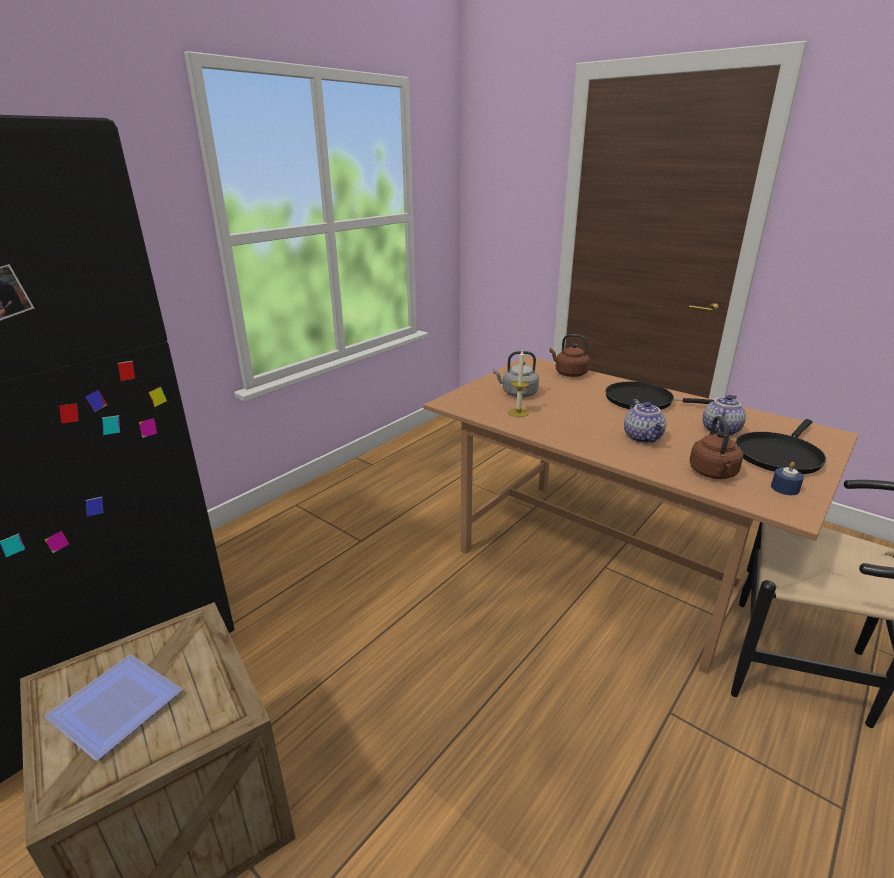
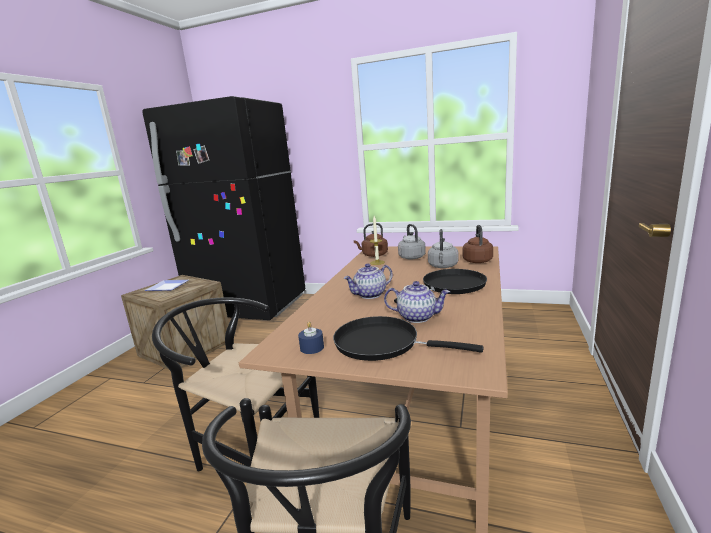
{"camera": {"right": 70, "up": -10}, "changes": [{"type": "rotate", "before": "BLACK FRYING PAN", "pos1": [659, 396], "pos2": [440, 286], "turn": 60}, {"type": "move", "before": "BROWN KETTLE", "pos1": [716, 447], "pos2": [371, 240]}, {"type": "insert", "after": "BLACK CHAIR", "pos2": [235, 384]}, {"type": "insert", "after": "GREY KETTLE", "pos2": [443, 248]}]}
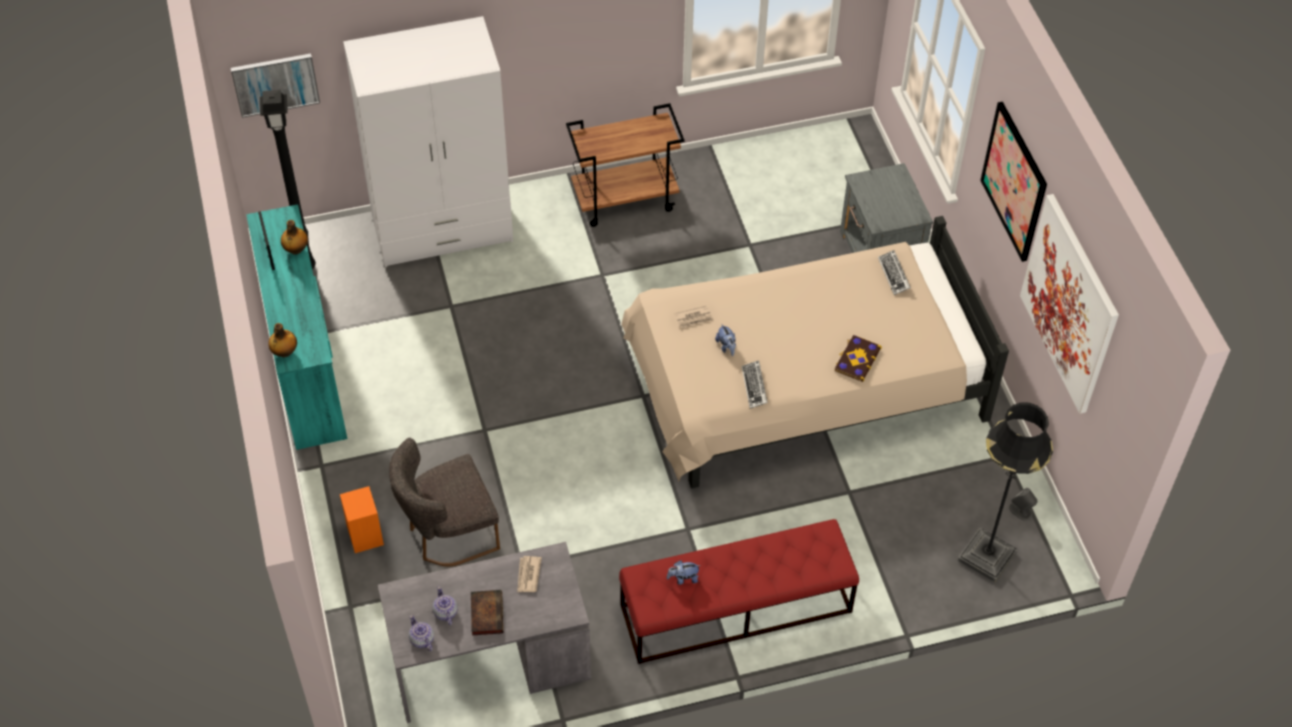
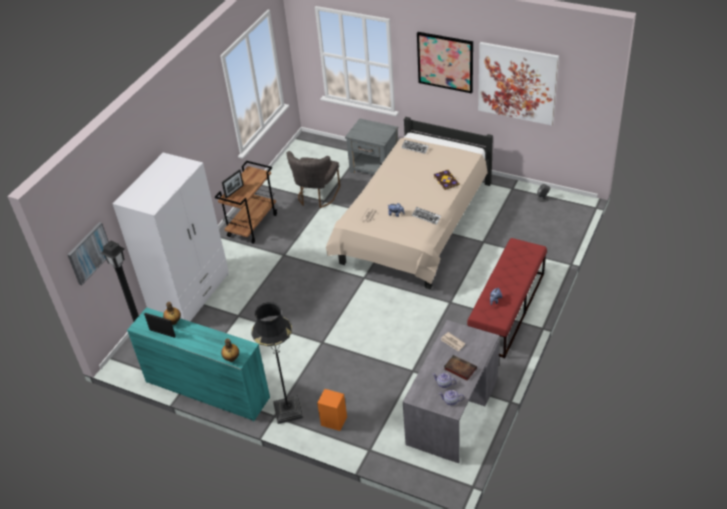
{"camera": {"right": -45, "up": -10}, "changes": [{"type": "move", "before": "GREY CHAIR", "pos1": [444, 502], "pos2": [313, 179]}, {"type": "move", "before": "BLACK FLOOR LAMP", "pos1": [1005, 492], "pos2": [277, 363]}, {"type": "insert", "after": "PICTURE FRAME", "pos2": [233, 183]}]}
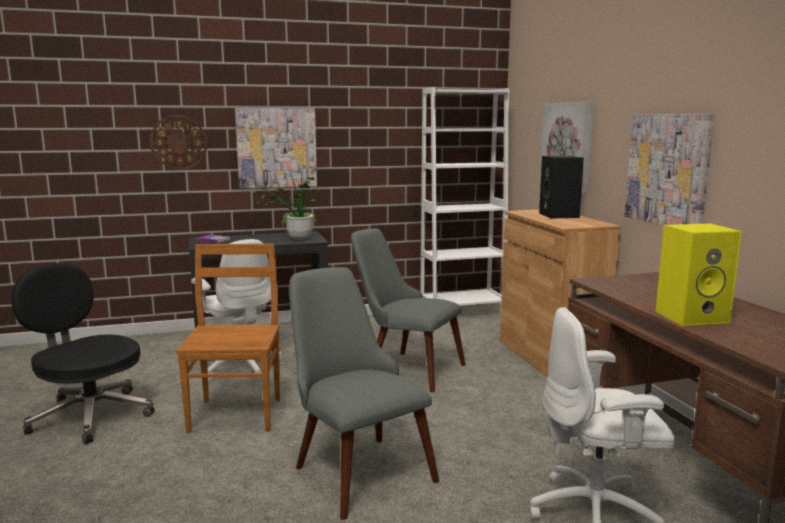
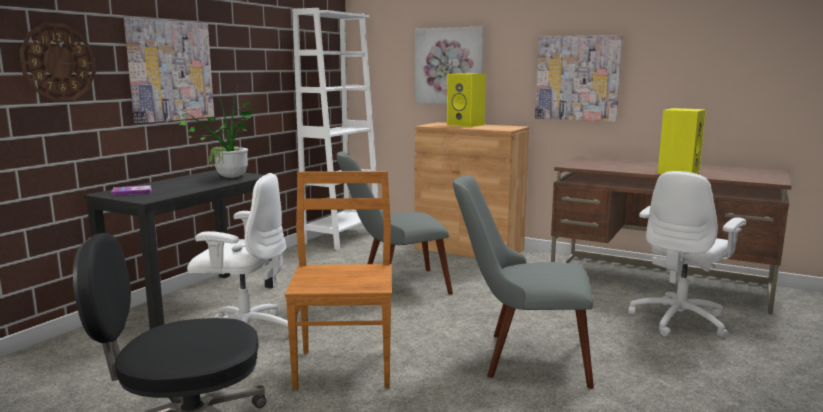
{"camera": {"right": -45, "up": 0}, "changes": [{"type": "rotate", "before": "BROWN CHAIR", "pos1": [228, 338], "pos2": [338, 280], "turn": 45}, {"type": "recolor", "before": "BLACK SPEAKER", "after": "YELLOW SPEAKER", "pos1": [561, 187], "pos2": [466, 100]}]}
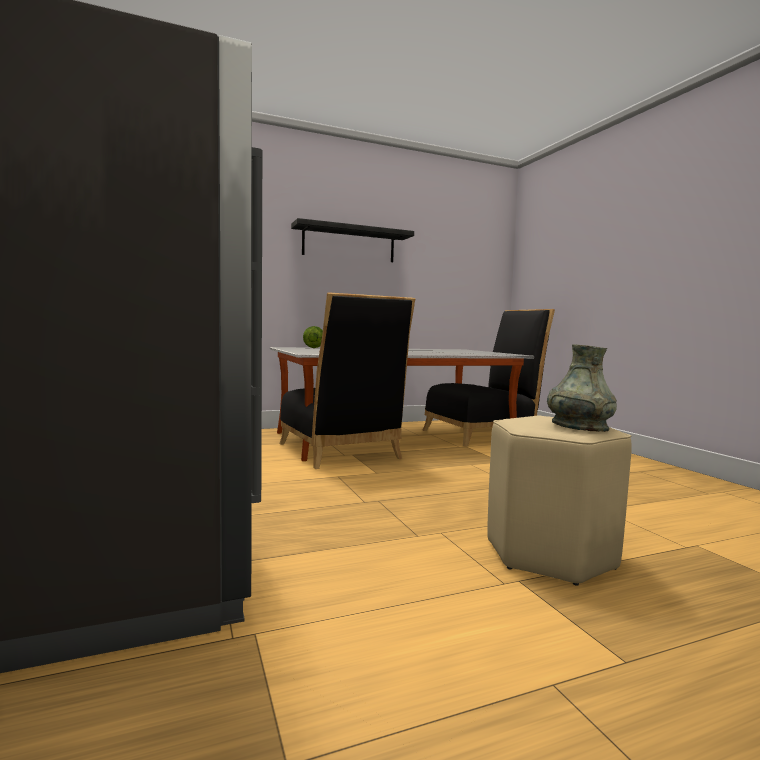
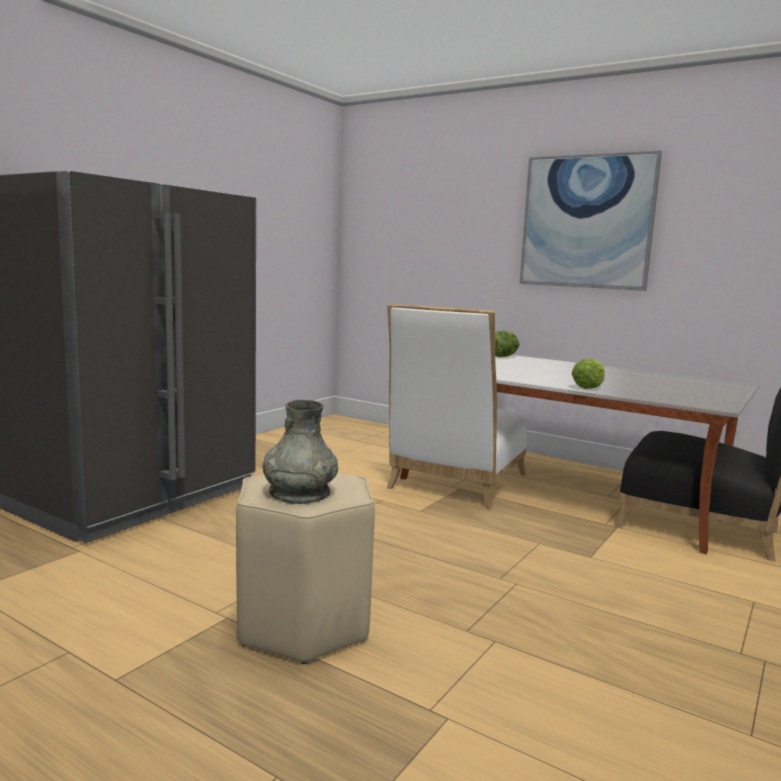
{"camera": {"right": 55, "up": 5}, "changes": [{"type": "recolor", "before": "BLACK CHAIR", "after": "WHITE CHAIR", "pos1": [347, 380], "pos2": [456, 407]}, {"type": "replace", "before": "BLACK SHELF", "after": "PICTURE", "pos1": [352, 240], "pos2": [591, 221]}, {"type": "insert", "after": "LETTUCE", "pos2": [588, 374]}]}
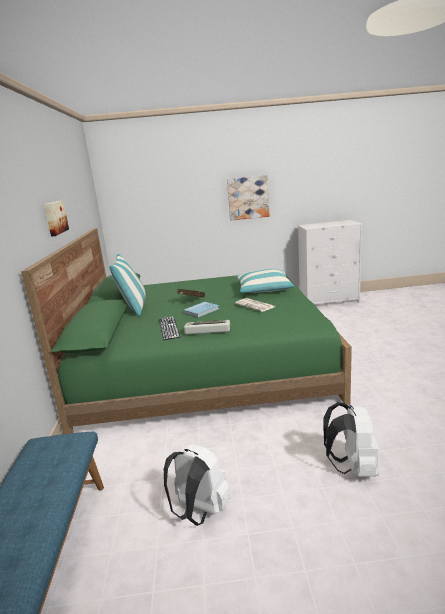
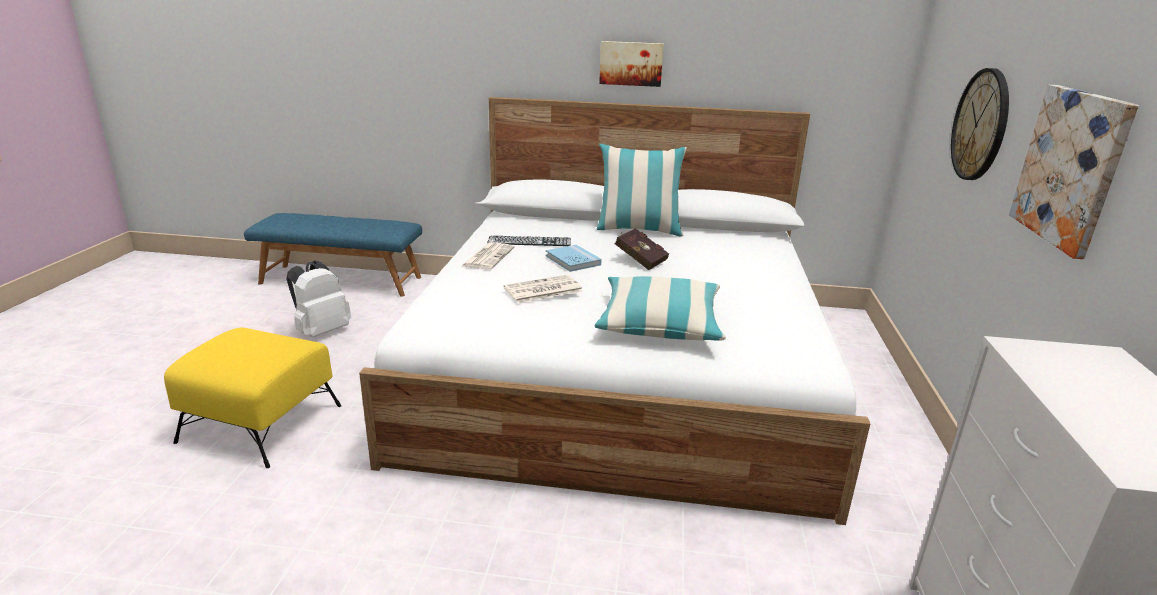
{"camera": {"right": 100, "up": 5}, "changes": [{"type": "recolor", "before": "GREEN BED", "after": "WHITE BED", "pos1": [186, 331], "pos2": [614, 311]}, {"type": "replace", "before": "KEYBOARD", "after": "NEWSPAPER", "pos1": [207, 327], "pos2": [488, 255]}, {"type": "replace", "before": "WHITE BACKPACK", "after": "YELLOW OTTOMAN", "pos1": [351, 439], "pos2": [252, 398]}, {"type": "insert", "after": "WALL CLOCK", "pos2": [980, 124]}]}
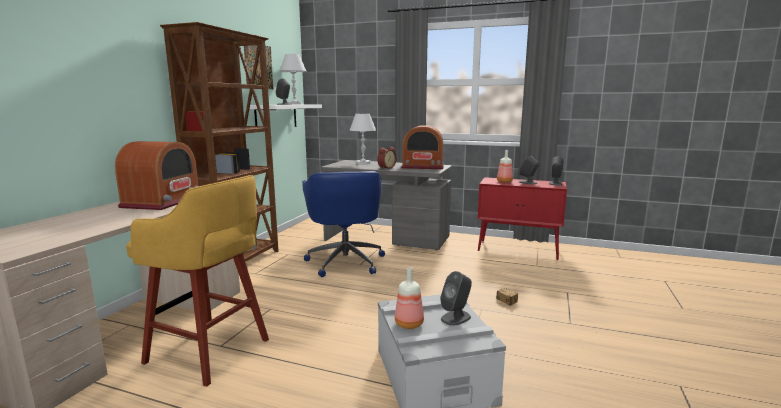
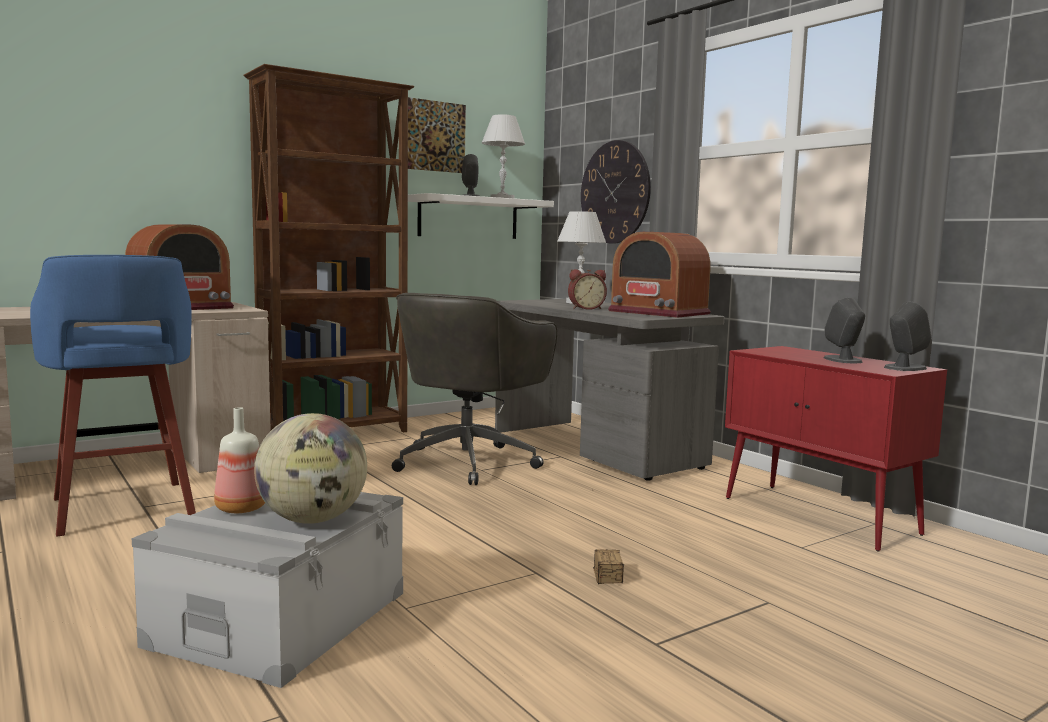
{"camera": {"right": 35, "up": -5}, "changes": [{"type": "recolor", "before": "YELLOW STOOL", "after": "BLUE STOOL", "pos1": [197, 281], "pos2": [113, 396]}, {"type": "recolor", "before": "BLUE OFFICE CHAIR", "after": "GREY OFFICE CHAIR", "pos1": [343, 224], "pos2": [474, 389]}, {"type": "replace", "before": "GREY SPEAKER", "after": "GLOBE", "pos1": [456, 298], "pos2": [310, 468]}, {"type": "delete", "before": "BOTTLE", "pos1": [505, 166]}, {"type": "insert", "after": "WALL CLOCK", "pos2": [616, 192]}]}
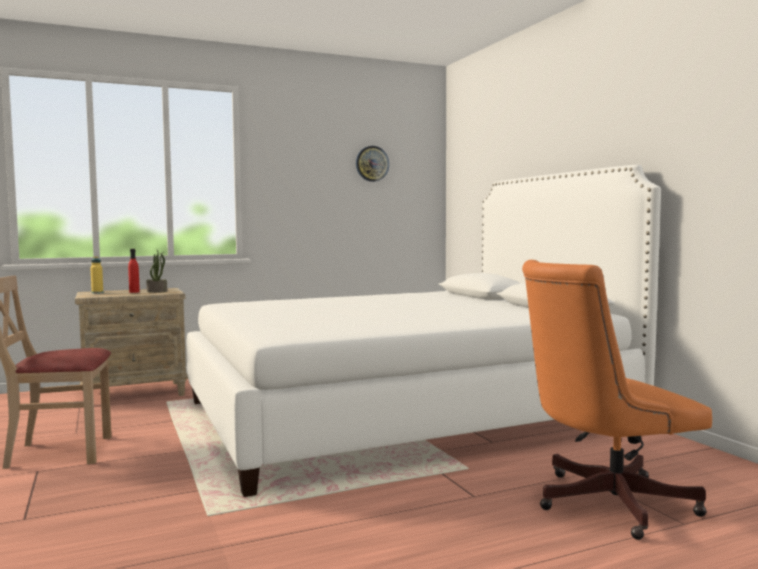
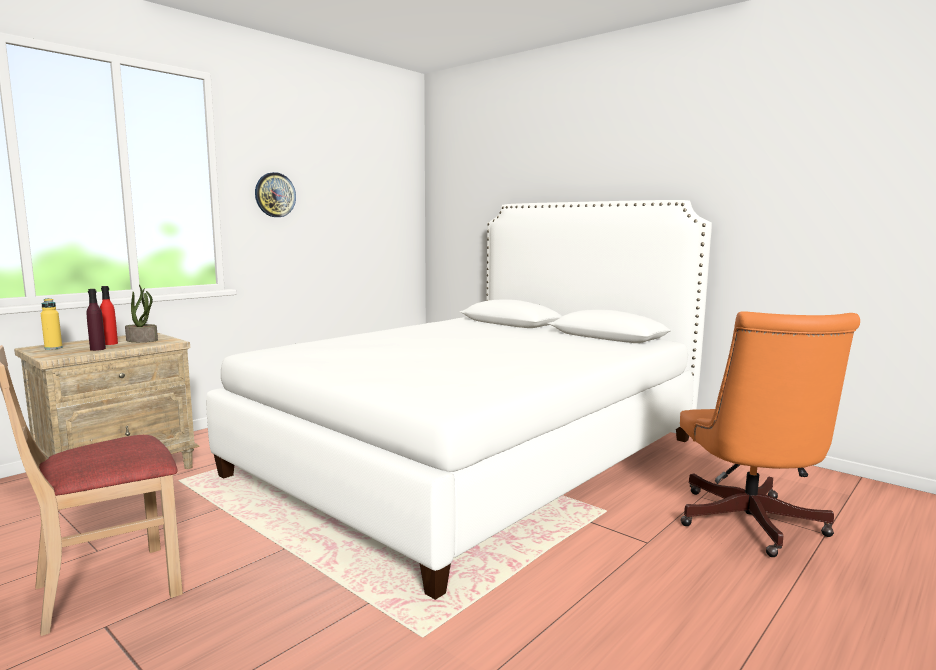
{"camera": {"right": -25, "up": 5}, "changes": [{"type": "move", "before": "WALL CLOCK", "pos1": [372, 164], "pos2": [275, 194]}, {"type": "rotate", "before": "ORANGE OFFICE CHAIR", "pos1": [617, 400], "pos2": [770, 434], "turn": -45}, {"type": "insert", "after": "PURPLE BOTTLE", "pos2": [96, 320]}]}
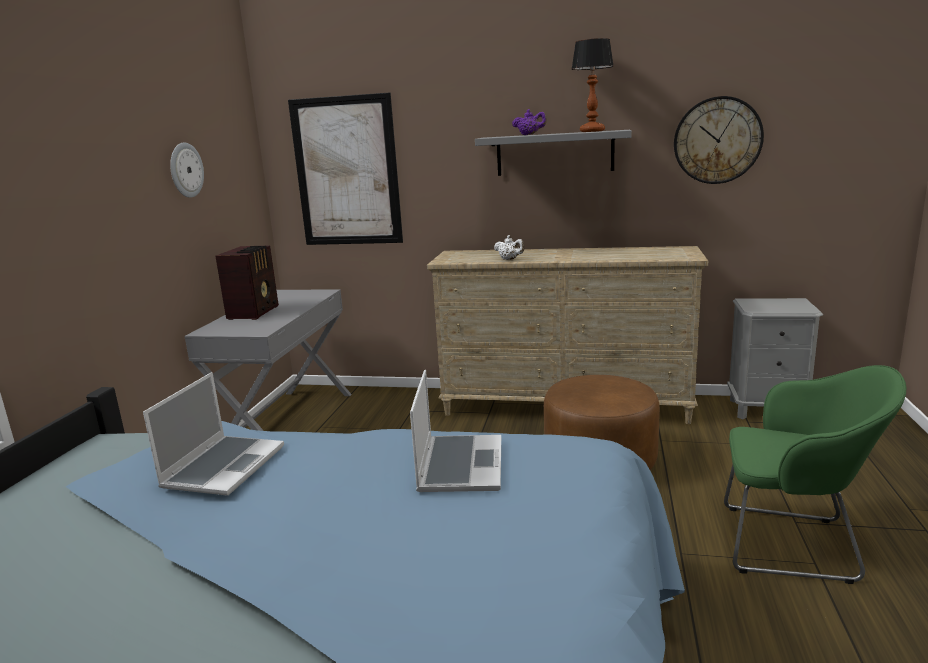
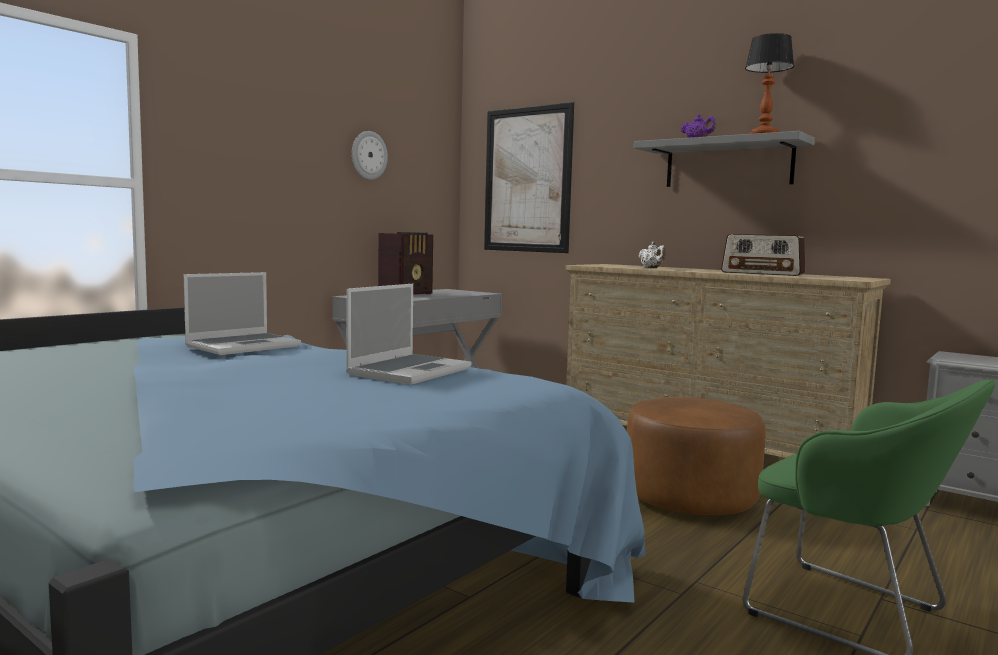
{"camera": {"right": 25, "up": -10}, "changes": [{"type": "delete", "before": "WALL CLOCK", "pos1": [719, 140]}, {"type": "insert", "after": "RADIO", "pos2": [763, 255]}]}
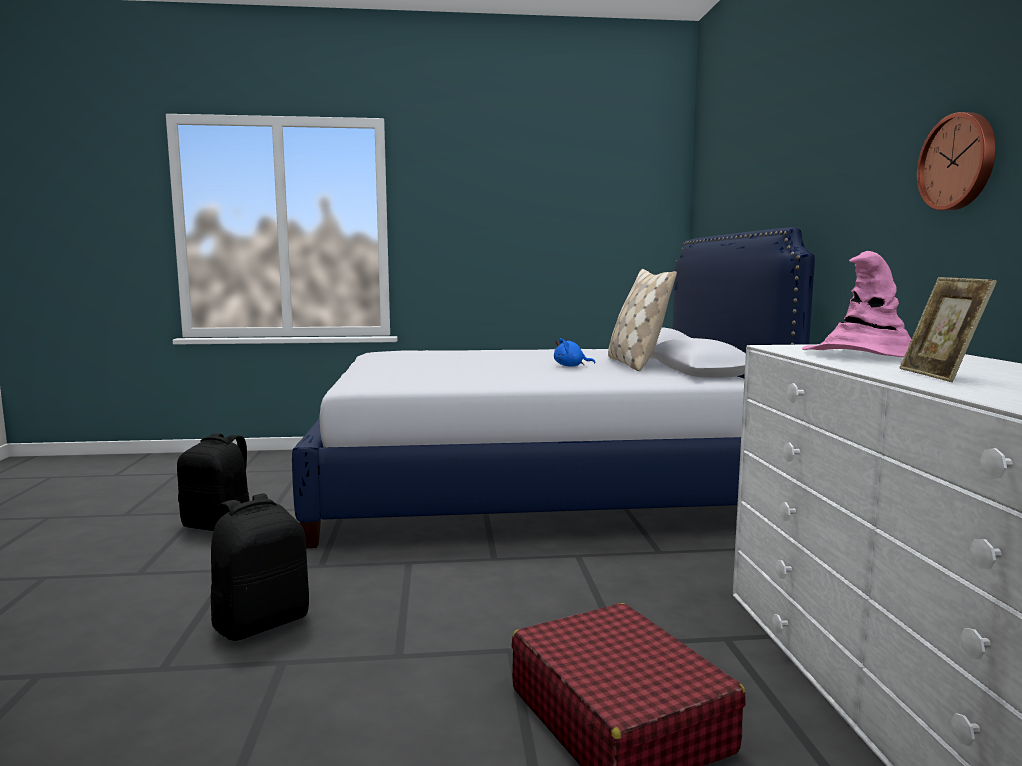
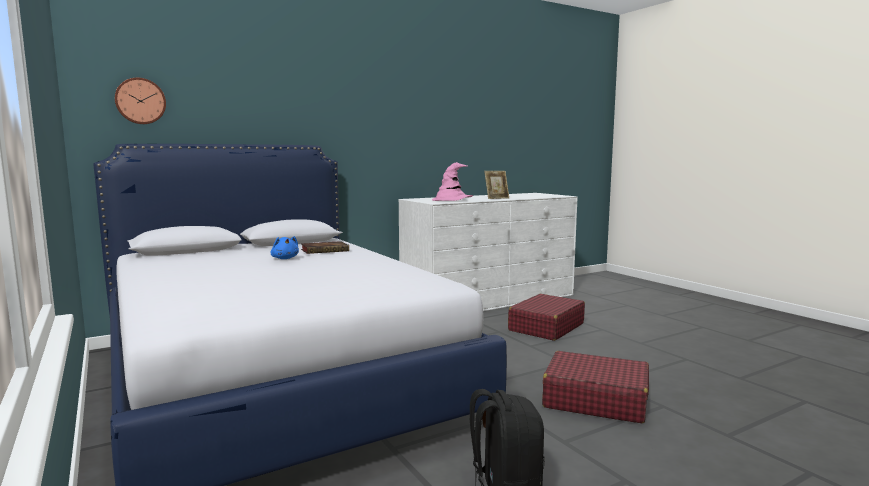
{"camera": {"right": -115, "up": 0}, "changes": [{"type": "replace", "before": "BLACK BACKPACK", "after": "RED SUITCASE", "pos1": [260, 567], "pos2": [595, 387]}, {"type": "delete", "before": "BEIGE PILLOW", "pos1": [642, 320]}, {"type": "move", "before": "WALL CLOCK", "pos1": [956, 161], "pos2": [140, 101]}, {"type": "insert", "after": "BOOK", "pos2": [325, 247]}]}
